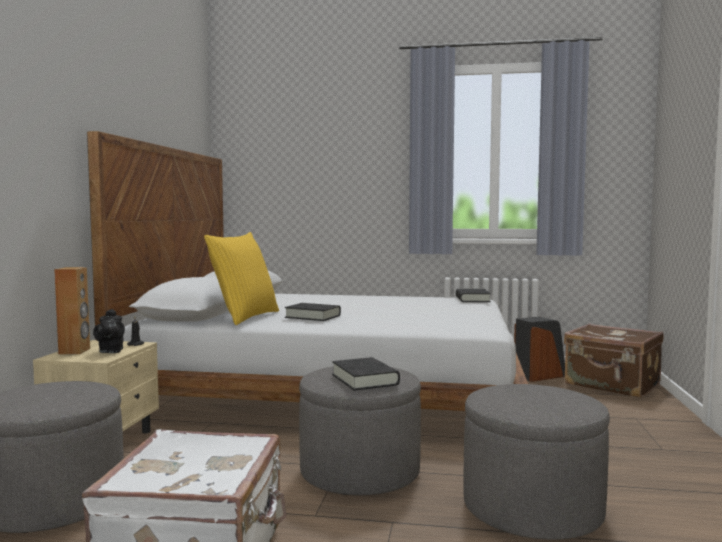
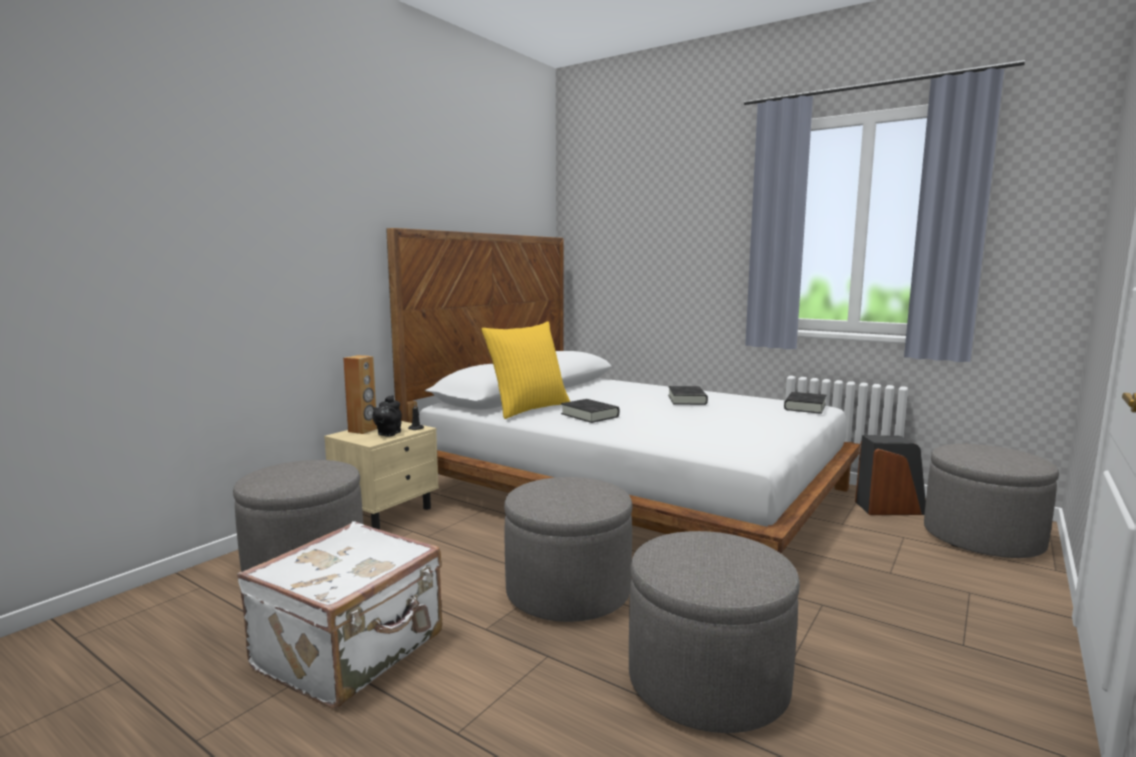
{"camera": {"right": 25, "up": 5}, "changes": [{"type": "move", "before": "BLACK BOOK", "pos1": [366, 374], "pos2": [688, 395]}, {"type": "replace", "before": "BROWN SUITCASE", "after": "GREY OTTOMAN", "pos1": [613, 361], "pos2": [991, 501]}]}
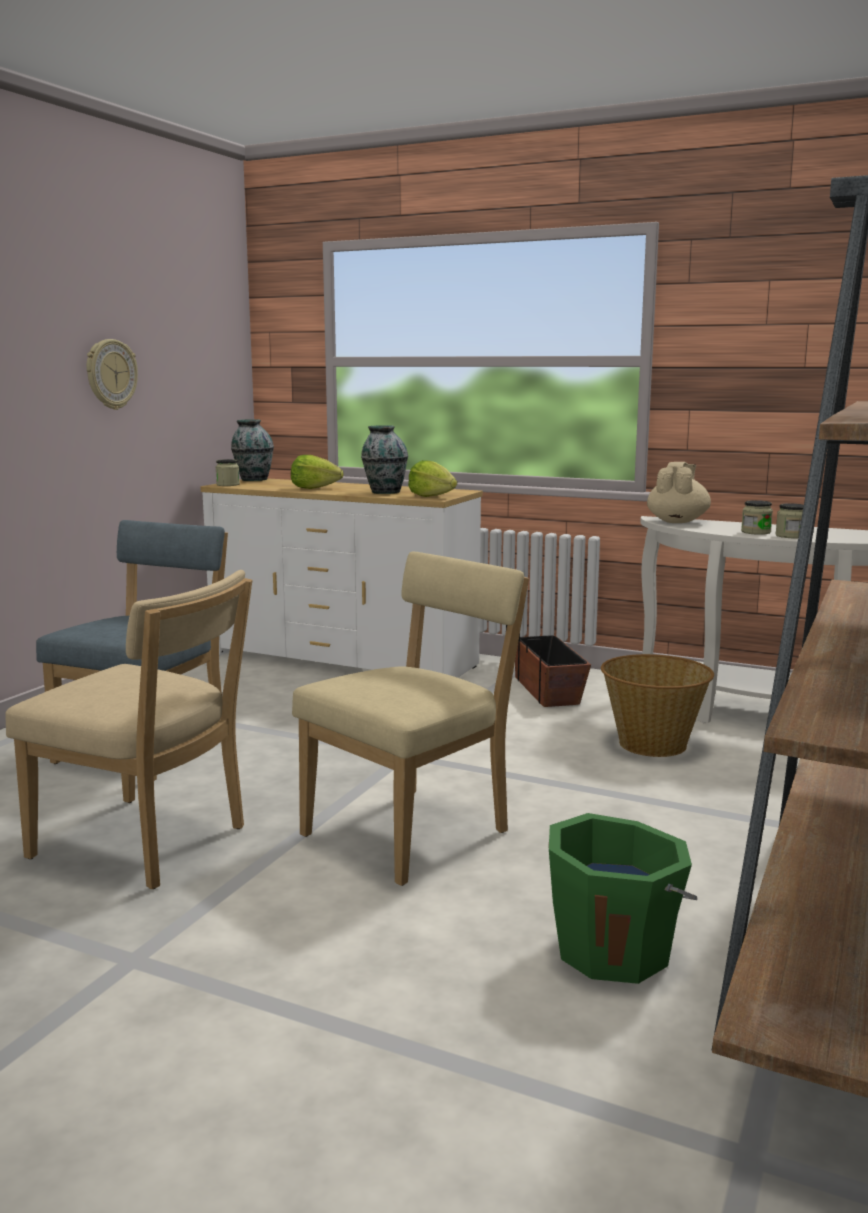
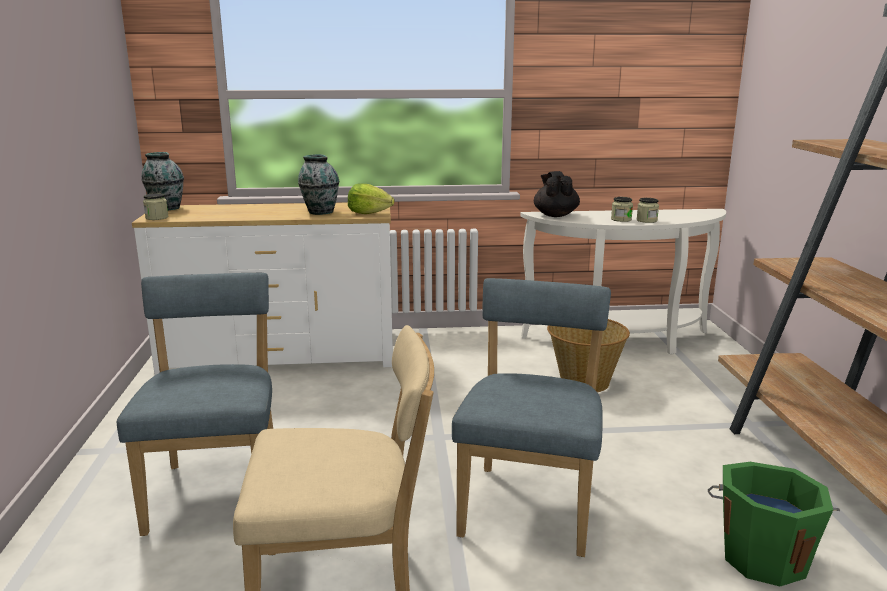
{"camera": {"right": -30, "up": 5}, "changes": [{"type": "delete", "before": "WALL CLOCK", "pos1": [112, 374]}, {"type": "delete", "before": "LETTUCE", "pos1": [317, 472]}, {"type": "recolor", "before": "BEIGE CHAIR", "after": "BLUE CHAIR", "pos1": [410, 719], "pos2": [531, 417]}, {"type": "delete", "before": "PLANTER", "pos1": [548, 666]}, {"type": "recolor", "before": "BEIGE TEAPOT", "after": "BLACK TEAPOT", "pos1": [679, 492], "pos2": [557, 194]}]}
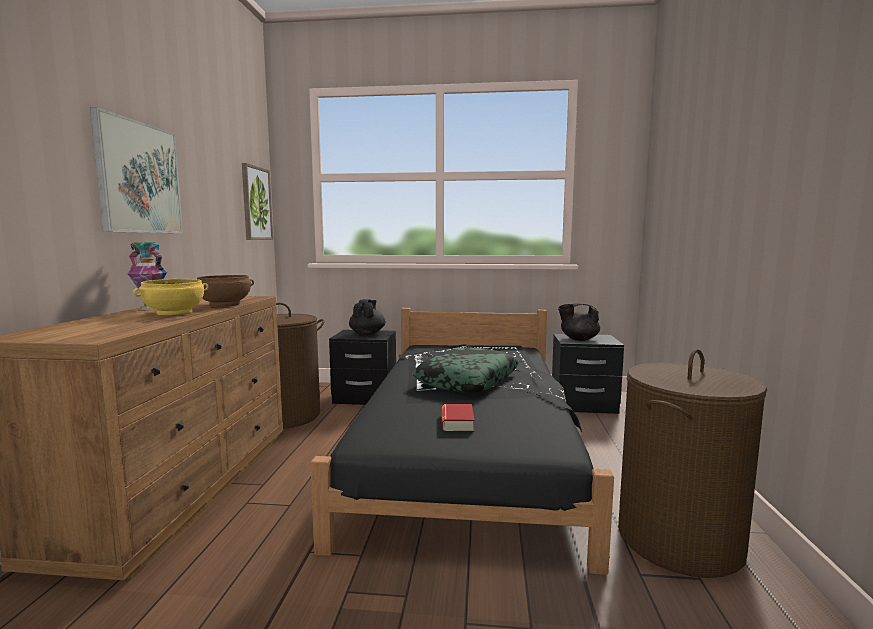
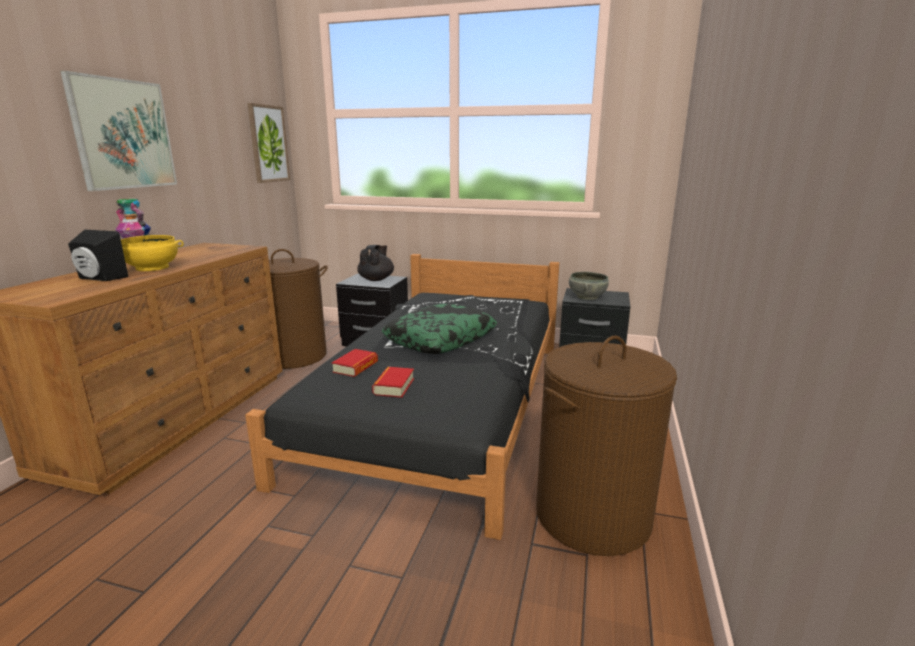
{"camera": {"right": 10, "up": 10}, "changes": [{"type": "delete", "before": "BROWN BOWL", "pos1": [225, 291]}, {"type": "replace", "before": "BLACK TEAPOT", "after": "GREY BOWL", "pos1": [579, 322], "pos2": [589, 286]}, {"type": "insert", "after": "BLACK SPEAKER", "pos2": [98, 255]}, {"type": "insert", "after": "BOOK", "pos2": [355, 363]}]}
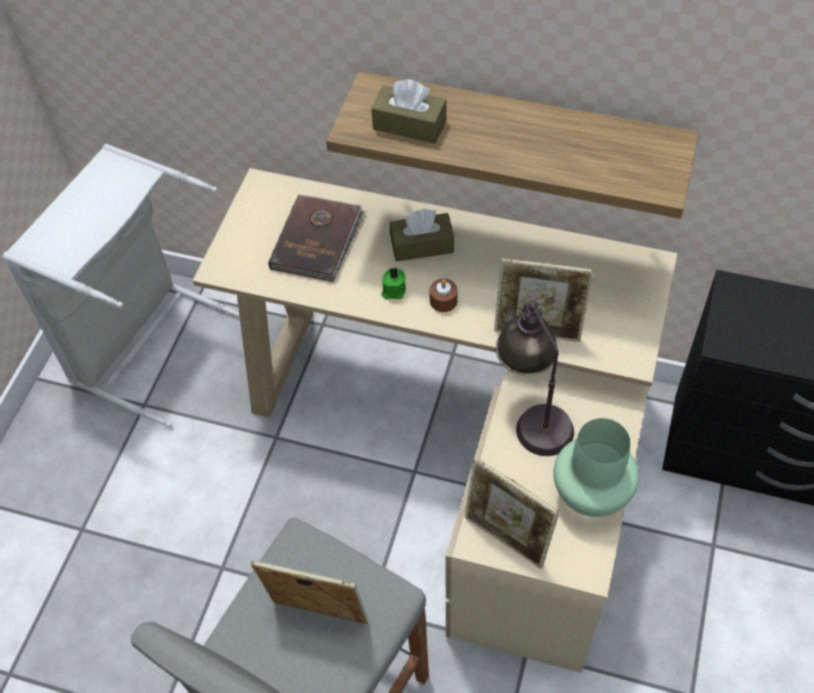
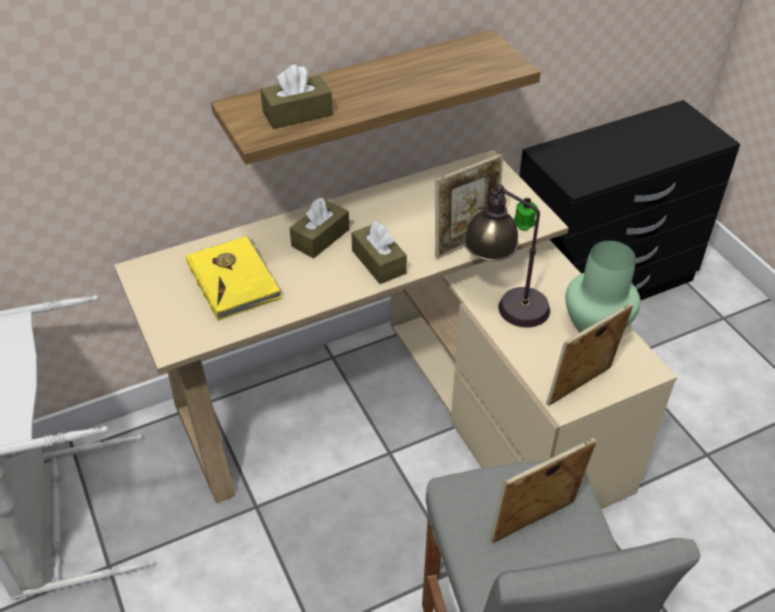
{"camera": {"right": -45, "up": -10}, "changes": [{"type": "recolor", "before": "BROWN BOOK", "after": "YELLOW BOOK", "pos1": [317, 238], "pos2": [234, 278]}, {"type": "move", "before": "GREEN CANDLE", "pos1": [393, 283], "pos2": [526, 214]}, {"type": "replace", "before": "BROWN CANDLE", "after": "BROWN TISSUE BOX", "pos1": [444, 295], "pos2": [379, 252]}, {"type": "rotate", "before": "PICTURE FRAME", "pos1": [511, 513], "pos2": [589, 354], "turn": 150}]}
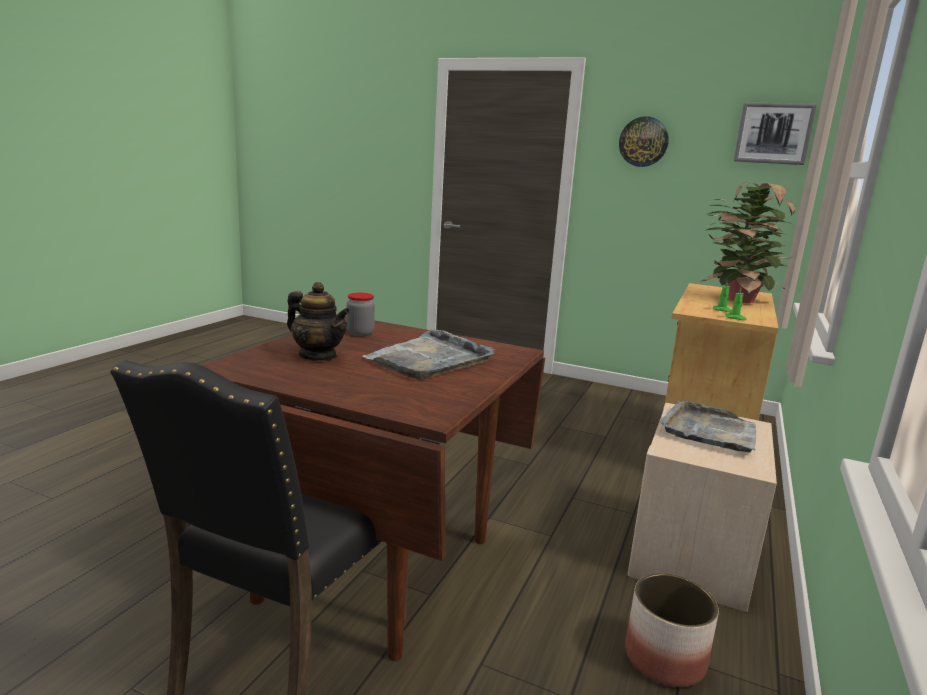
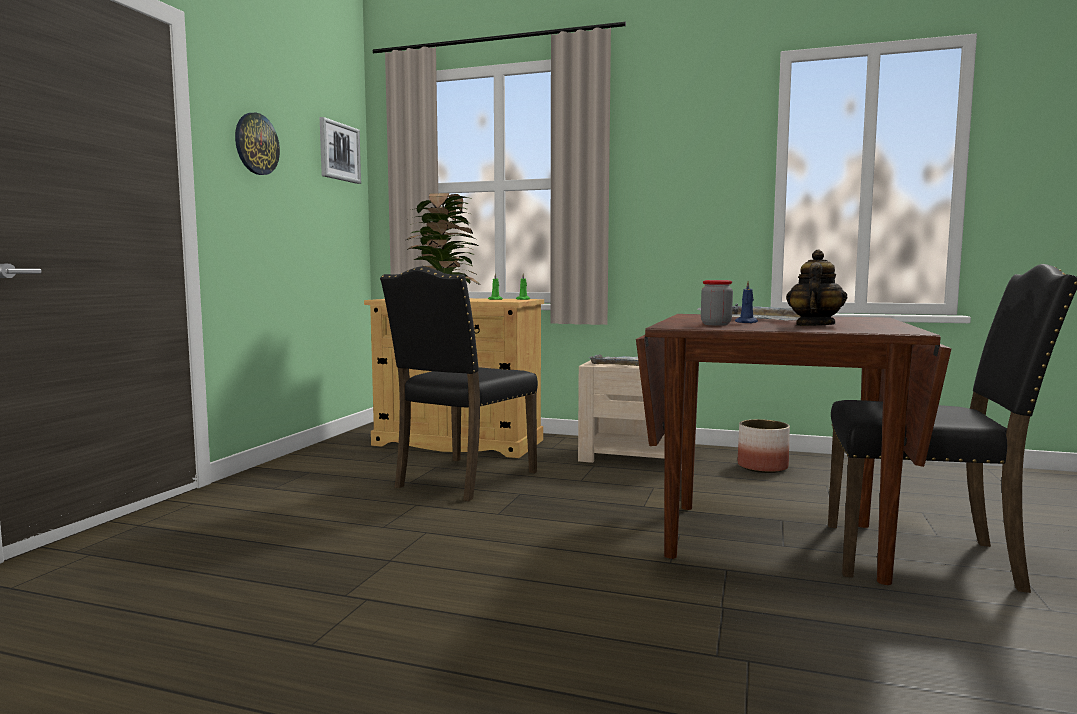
{"camera": {"right": -95, "up": -10}, "changes": [{"type": "insert", "after": "BLACK CHAIR", "pos2": [459, 383]}, {"type": "insert", "after": "BLUE CANDLE", "pos2": [746, 302]}]}
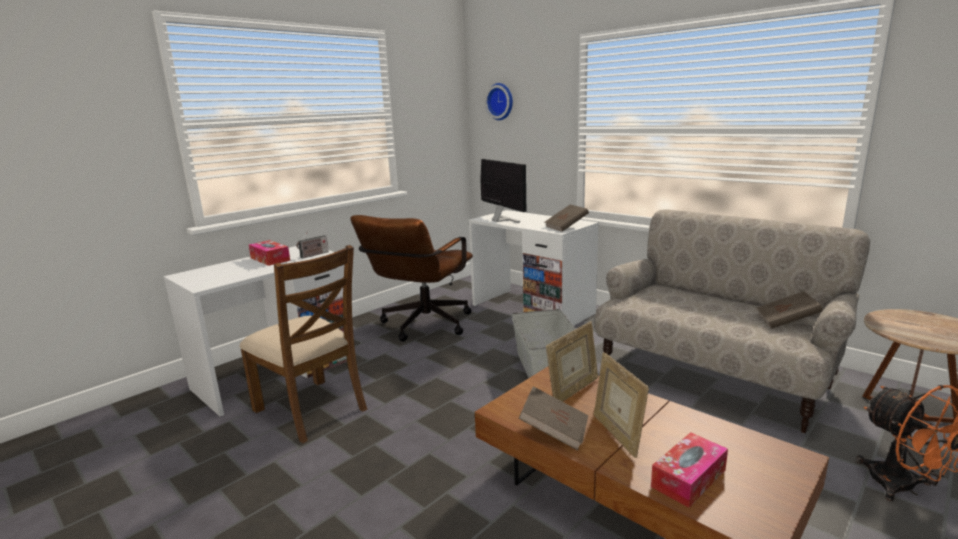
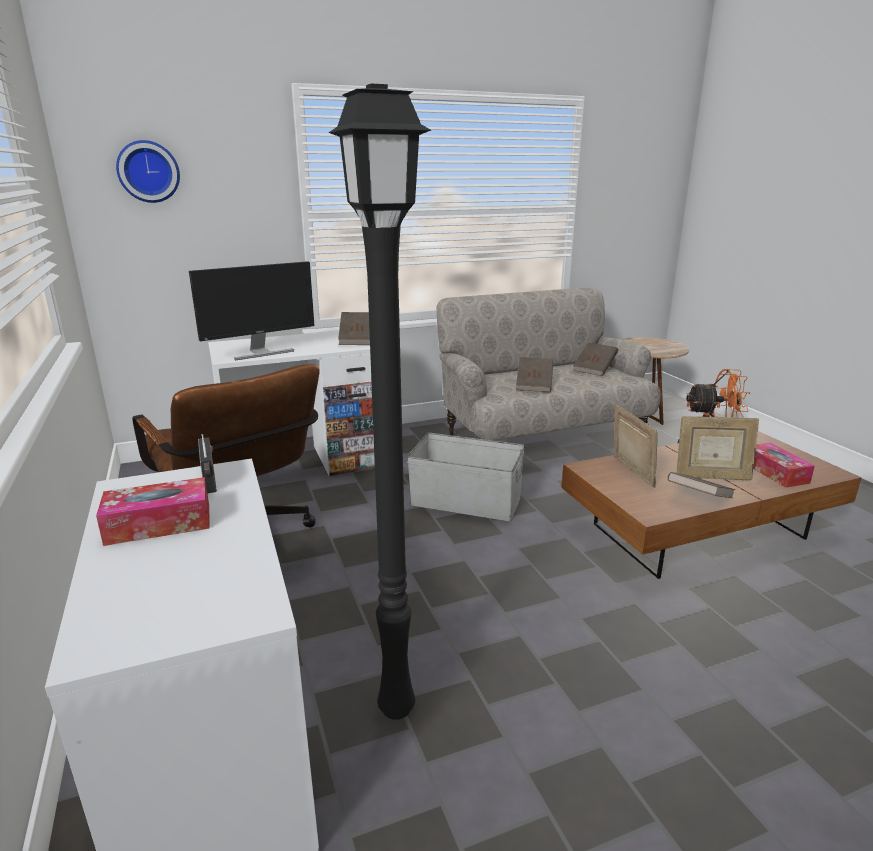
{"camera": {"right": -65, "up": 5}, "changes": [{"type": "replace", "before": "BROWN CHAIR", "after": "BLACK FLOOR LAMP", "pos1": [303, 344], "pos2": [380, 402]}, {"type": "rotate", "before": "MONITOR", "pos1": [503, 191], "pos2": [252, 310], "turn": 150}, {"type": "insert", "after": "BROWN BOOK", "pos2": [534, 374]}]}
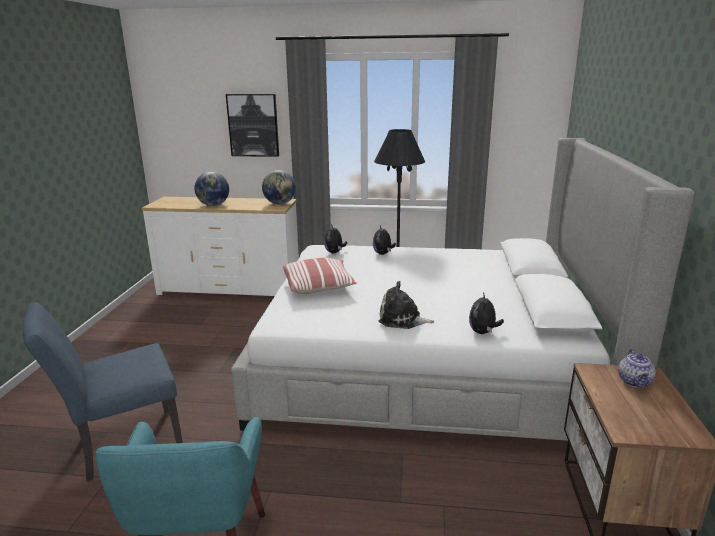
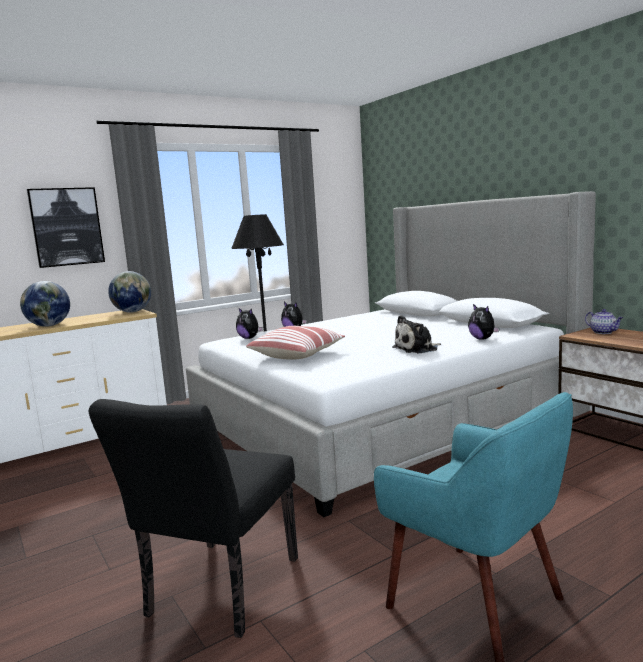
{"camera": {"right": -40, "up": -10}, "changes": [{"type": "recolor", "before": "BLUE CHAIR", "after": "BLACK CHAIR", "pos1": [102, 391], "pos2": [193, 518]}]}
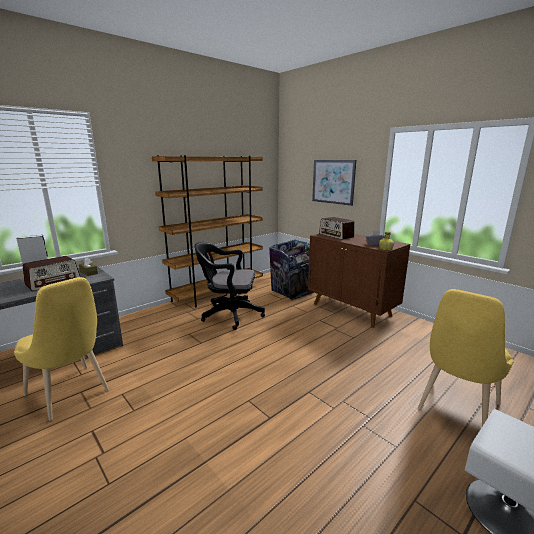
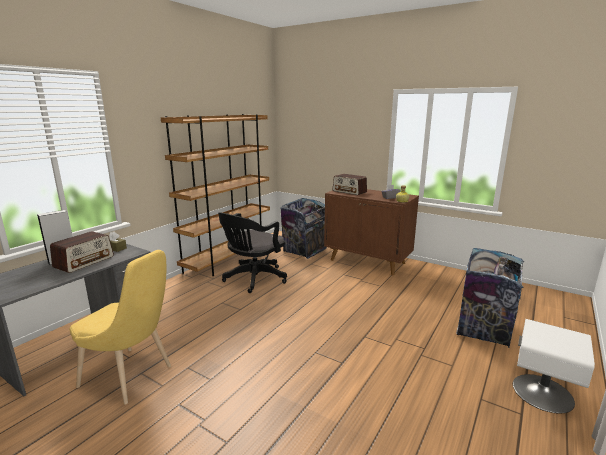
{"camera": {"right": -15, "up": 0}, "changes": [{"type": "rotate", "before": "BLACK OFFICE CHAIR", "pos1": [230, 286], "pos2": [252, 252], "turn": -45}, {"type": "delete", "before": "PICTURE", "pos1": [334, 183]}, {"type": "replace", "before": "YELLOW CHAIR", "after": "TRASH CAN", "pos1": [465, 357], "pos2": [490, 298]}]}
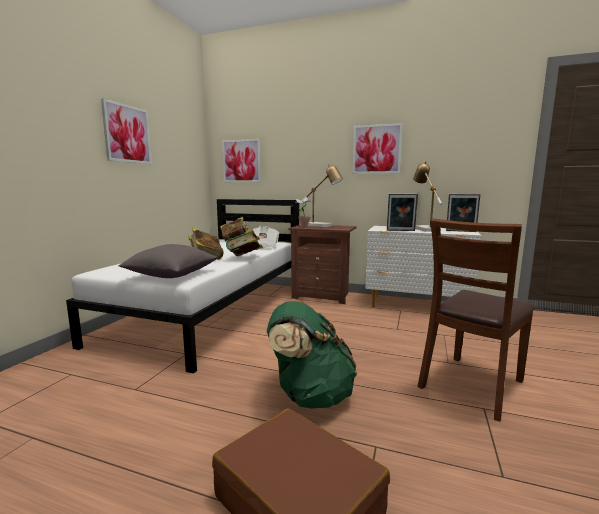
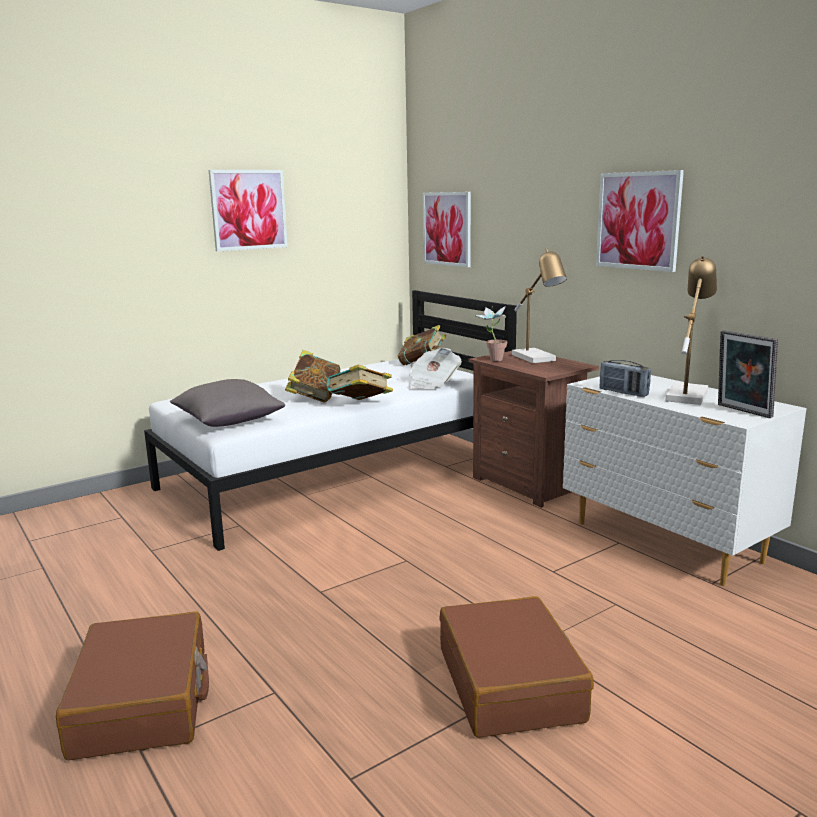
{"camera": {"right": 35, "up": 5}, "changes": [{"type": "delete", "before": "GREEN BACKPACK", "pos1": [312, 355]}, {"type": "replace", "before": "PICTURE FRAME", "after": "RADIO", "pos1": [402, 212], "pos2": [625, 378]}, {"type": "replace", "before": "BROWN CHAIR", "after": "BROWN SUITCASE", "pos1": [477, 320], "pos2": [516, 667]}]}
